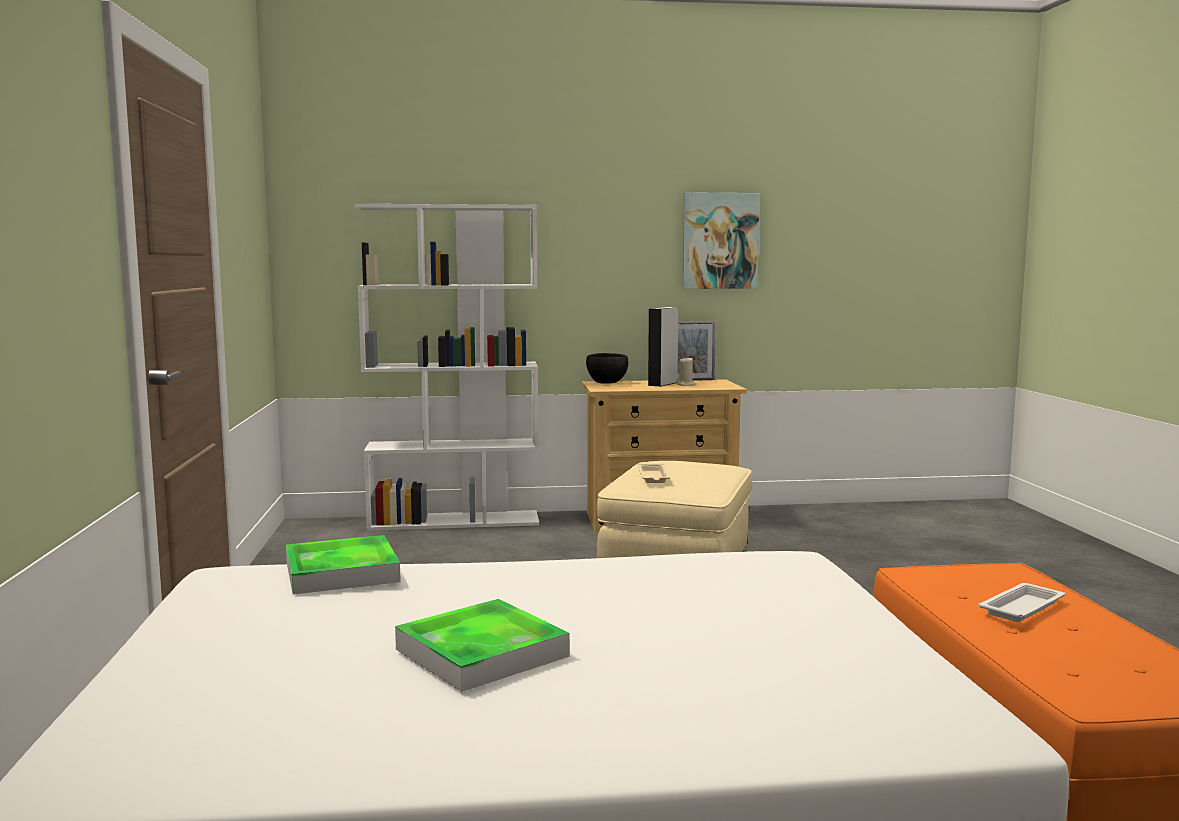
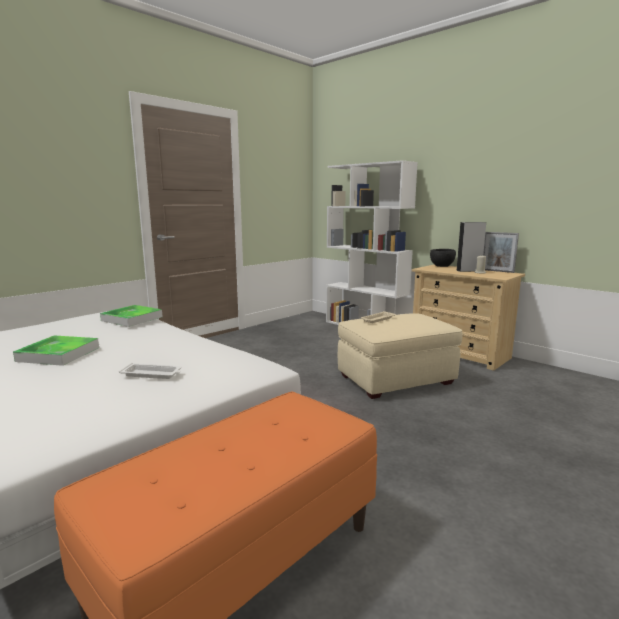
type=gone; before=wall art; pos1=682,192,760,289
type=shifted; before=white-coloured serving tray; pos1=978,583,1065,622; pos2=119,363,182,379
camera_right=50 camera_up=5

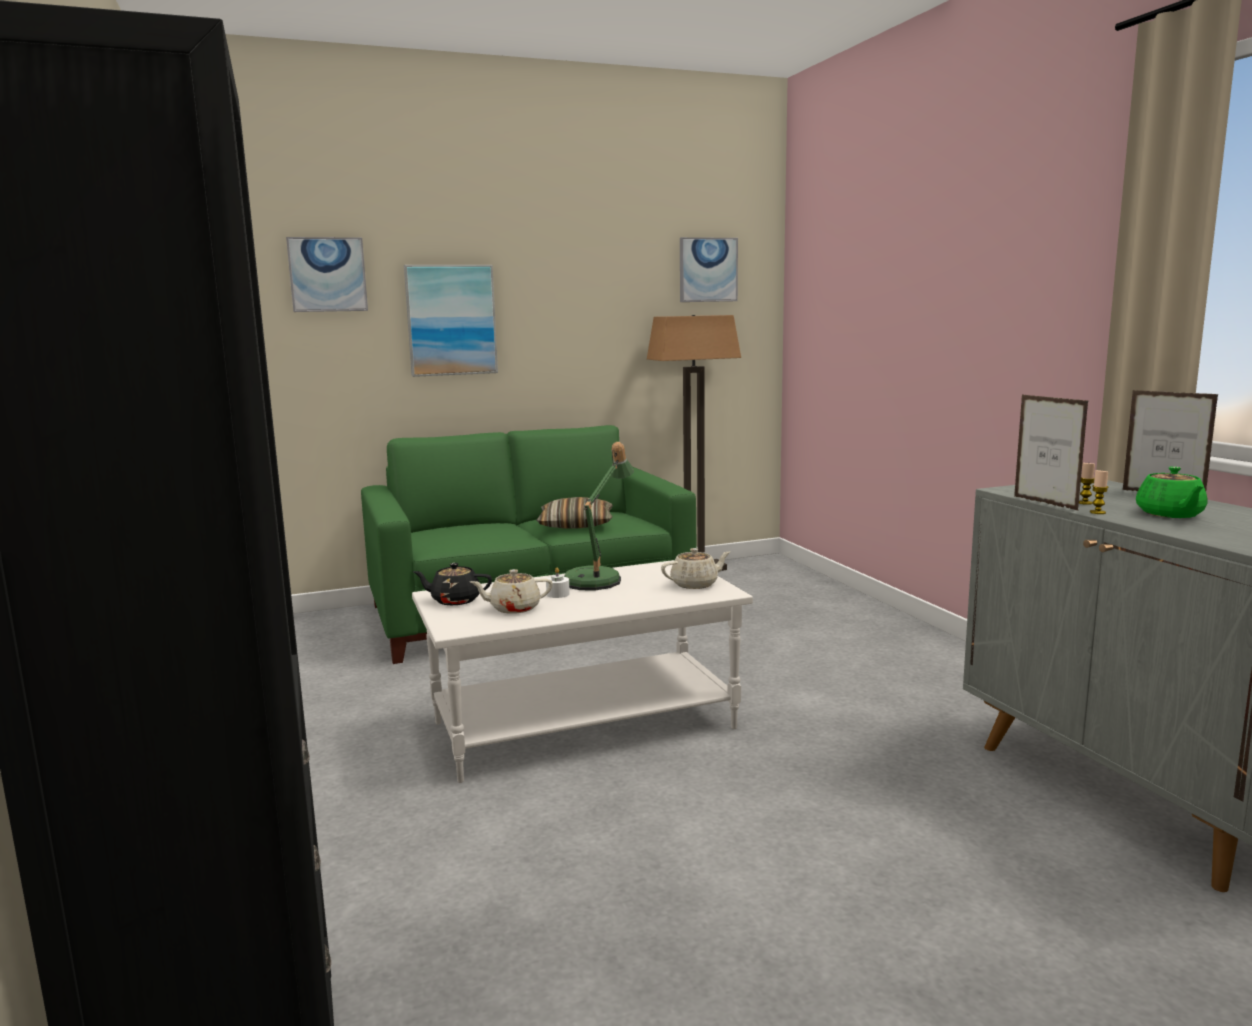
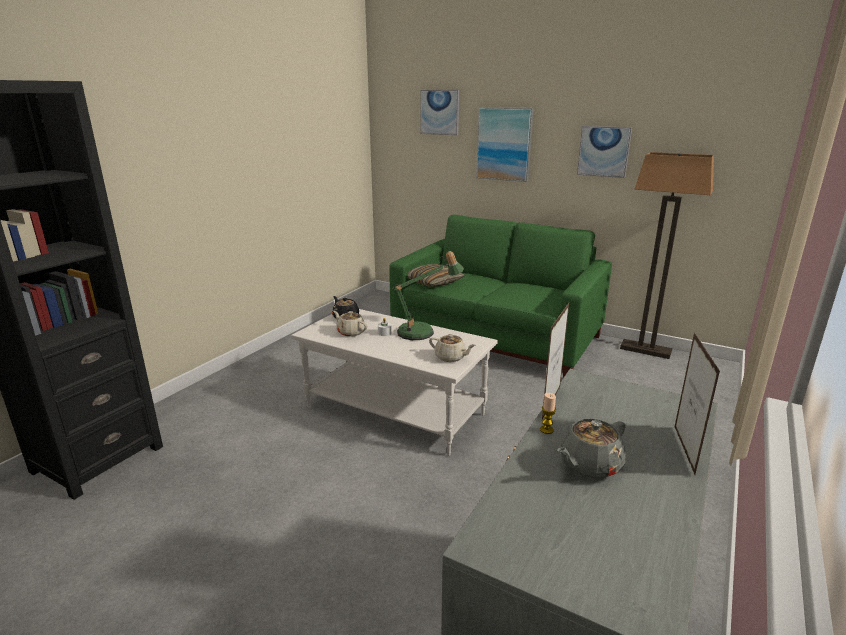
type=gone; before=wax candle; pos1=1079,463,1095,505
type=shifted; before=cushion; pos1=537,497,613,529; pos2=407,264,466,286
type=shifted; before=wall art; pos1=680,237,738,302; pos2=577,126,632,178
type=repainted; before=green-coloured tea pot; after=grey tea pot; pos1=1136,467,1208,518; pos2=557,419,626,478
camera_right=50 camera_up=10

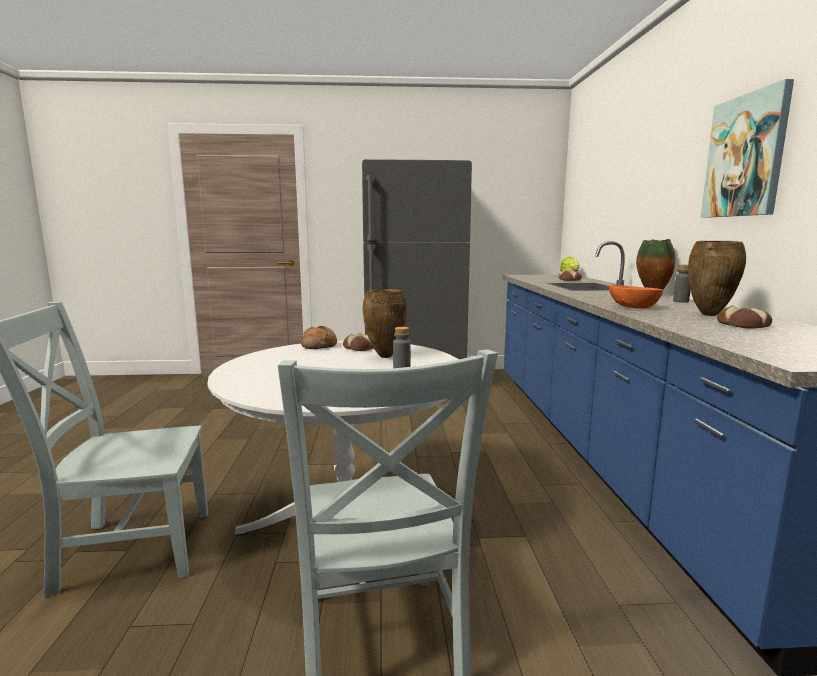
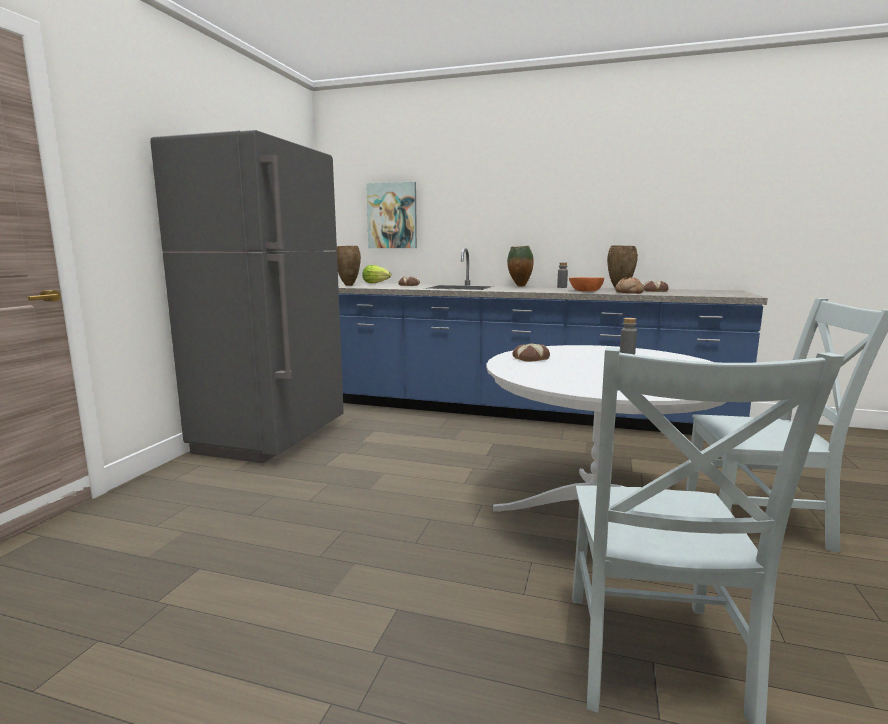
type=shifted; before=bread; pos1=301,326,337,349; pos2=615,277,644,294
type=shifted; before=brown-coloured flower vase; pos1=363,289,407,358; pos2=337,246,361,286
type=shifted; before=wall art; pos1=701,79,794,218; pos2=366,182,417,248
camera_right=-70 camera_up=0

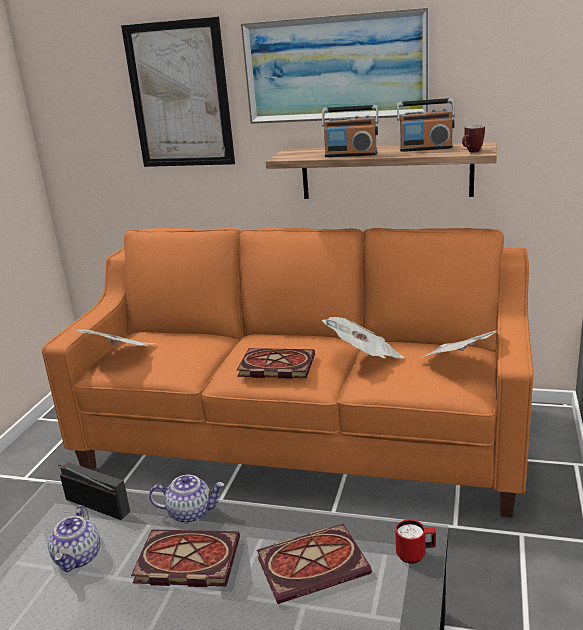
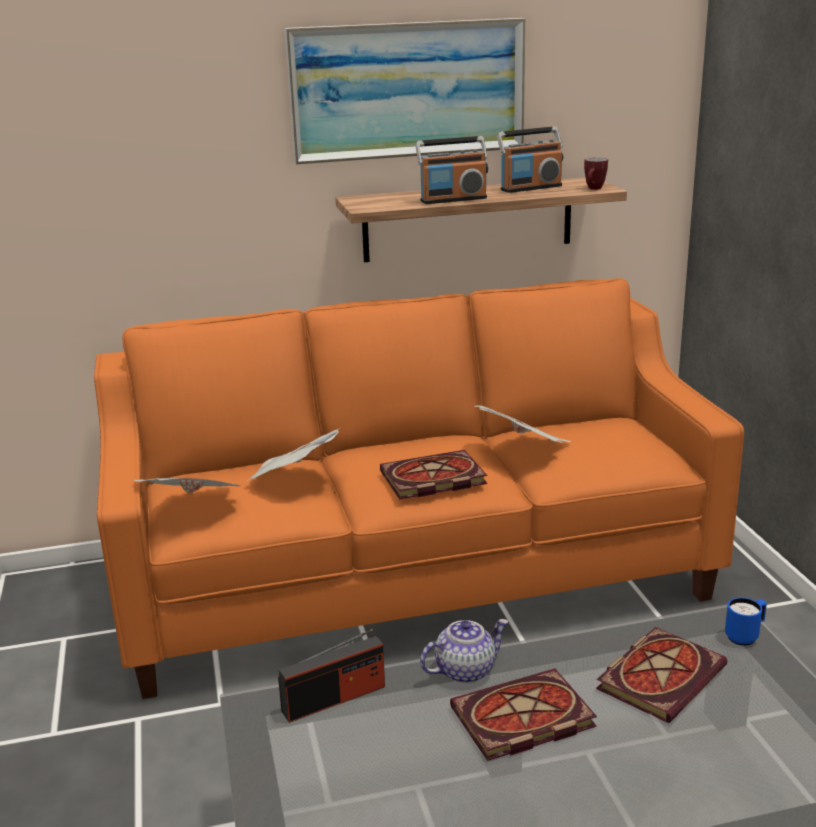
type=gone; before=tea pot; pos1=48,505,100,572
type=gone; before=wall art; pos1=121,16,235,167
type=shifted; before=newspaper; pos1=420,329,500,358; pos2=247,429,339,481
type=repainted; before=red tea mug; after=blue-coloured tea mug; pos1=395,520,436,564; pos2=725,597,767,646
type=rotated; before=radio set; pos1=58,462,130,520; pos2=278,629,385,723; turn=150
camera_right=-30 camera_up=0

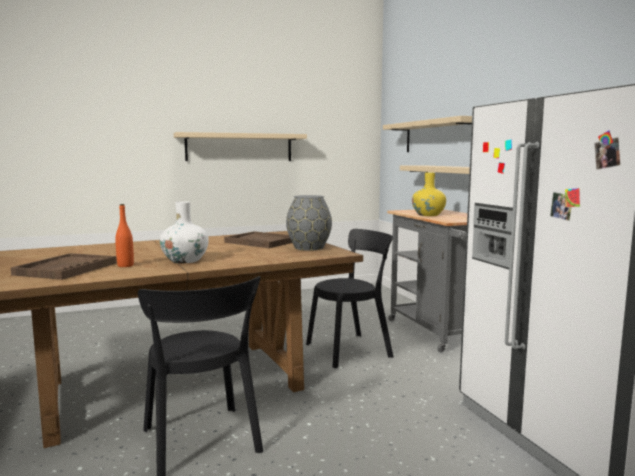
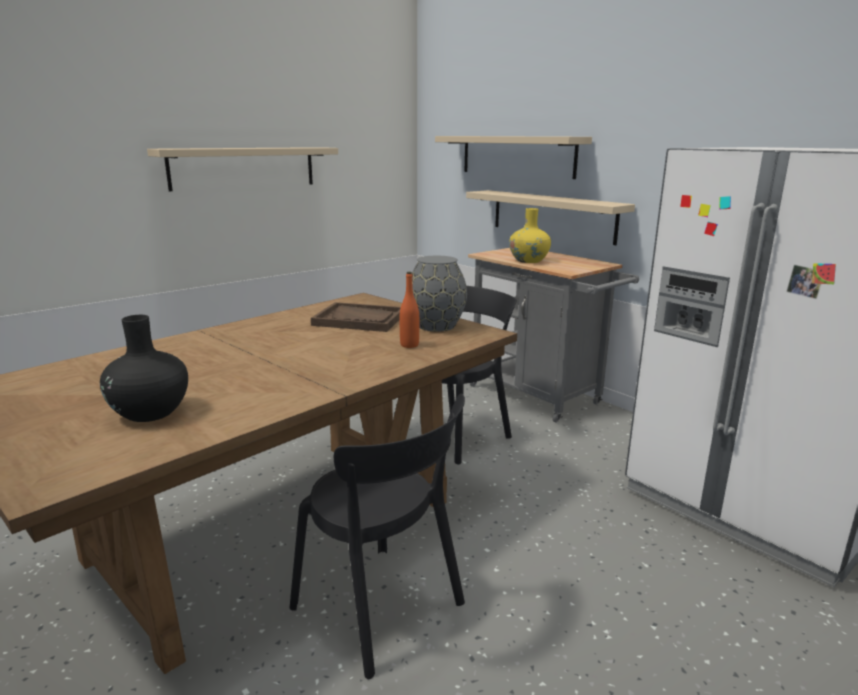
type=gone; before=white-coloured flower vase; pos1=160,201,209,263
type=shifted; before=orange-coloured drink bottle; pos1=115,204,134,267; pos2=400,272,419,348
type=swapped; before=brown-coloured serving tray; after=black-coloured flower vase; pos1=11,253,117,280; pos2=100,315,188,422
camera_right=-20 camera_up=10

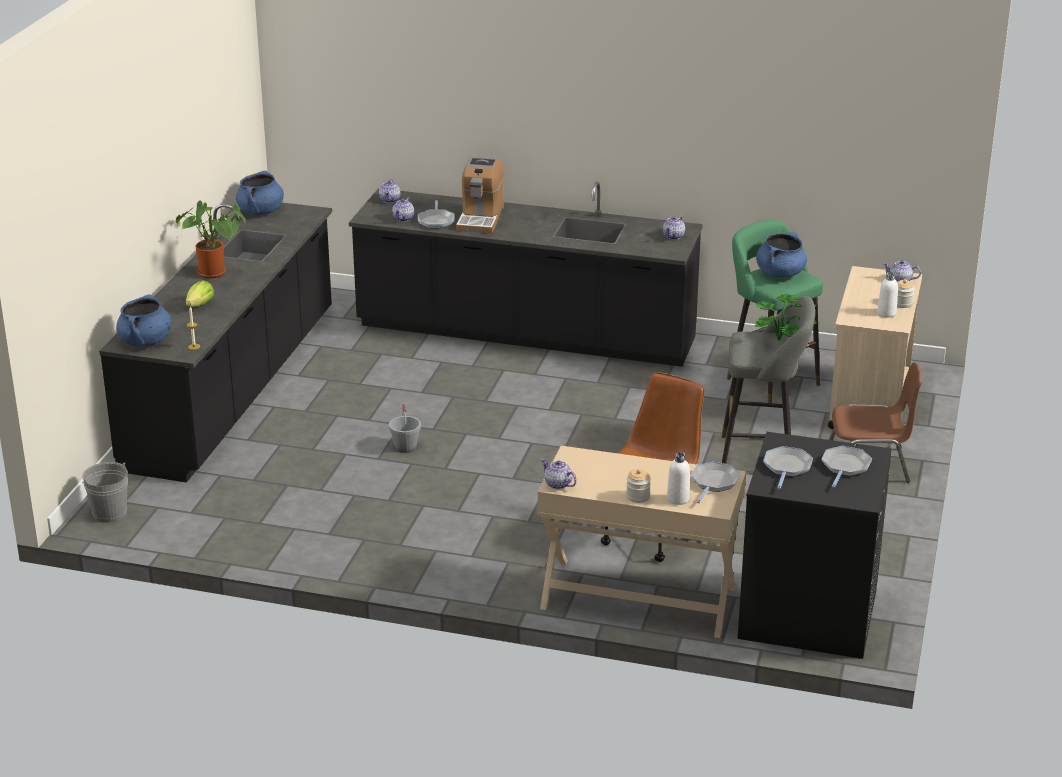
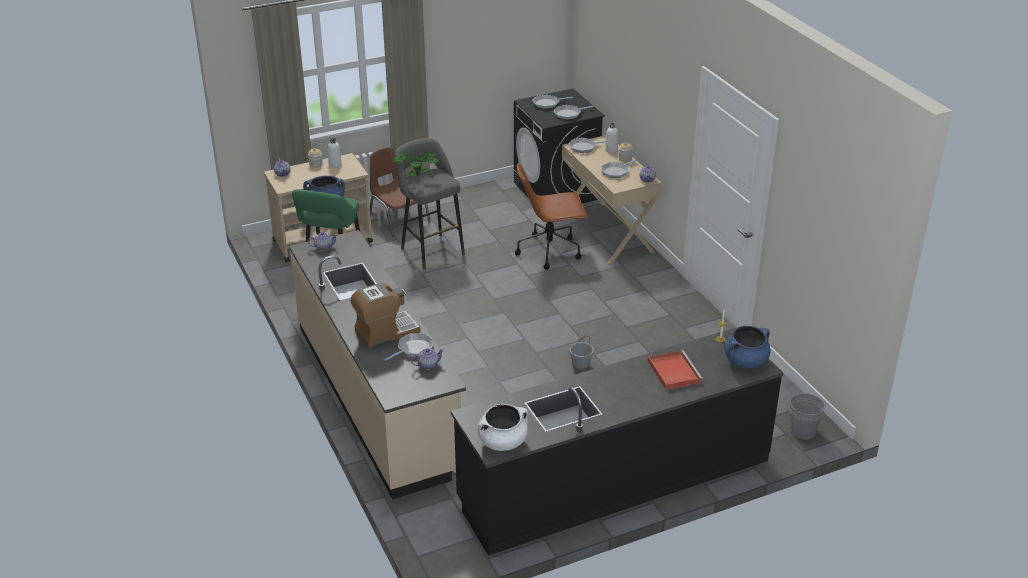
type=gone; before=houseplant; pos1=175,200,246,278
type=gone; before=tea pot; pos1=379,179,400,203
type=new; after=frying pan; pos2=601,159,637,178
type=swapped; before=lettuce head; after=red serving tray; pos1=186,280,214,307; pos2=648,350,703,390
type=repainted; before=blue-coloured cooking pot; after=white-coloured cooking pot; pos1=236,171,284,215; pos2=478,404,528,451
type=repainted; before=black-coloured kitchen counter; after=sand-coloured kitchen counter; pos1=349,182,703,367; pos2=289,230,466,499
camera_right=-130 camera_up=5

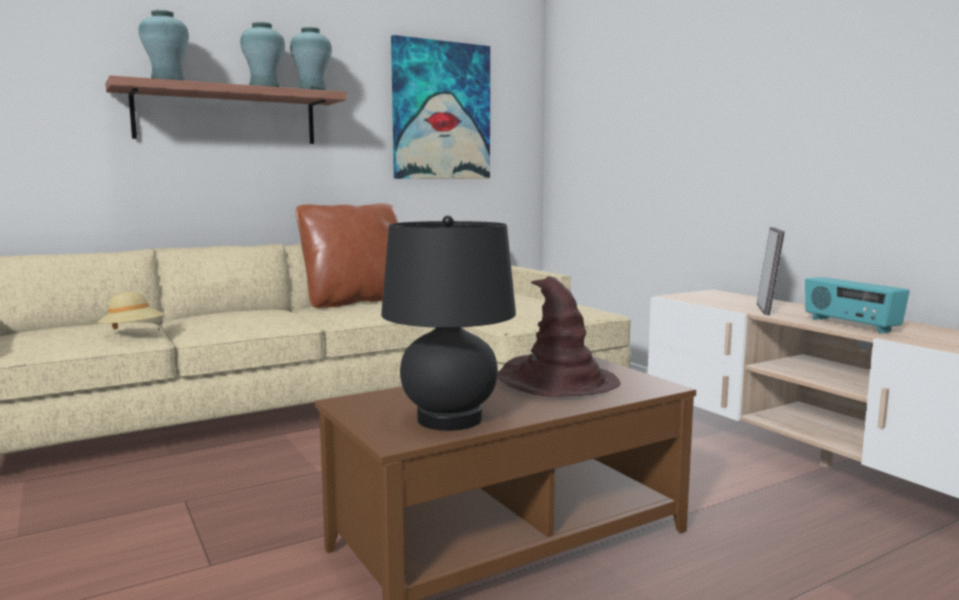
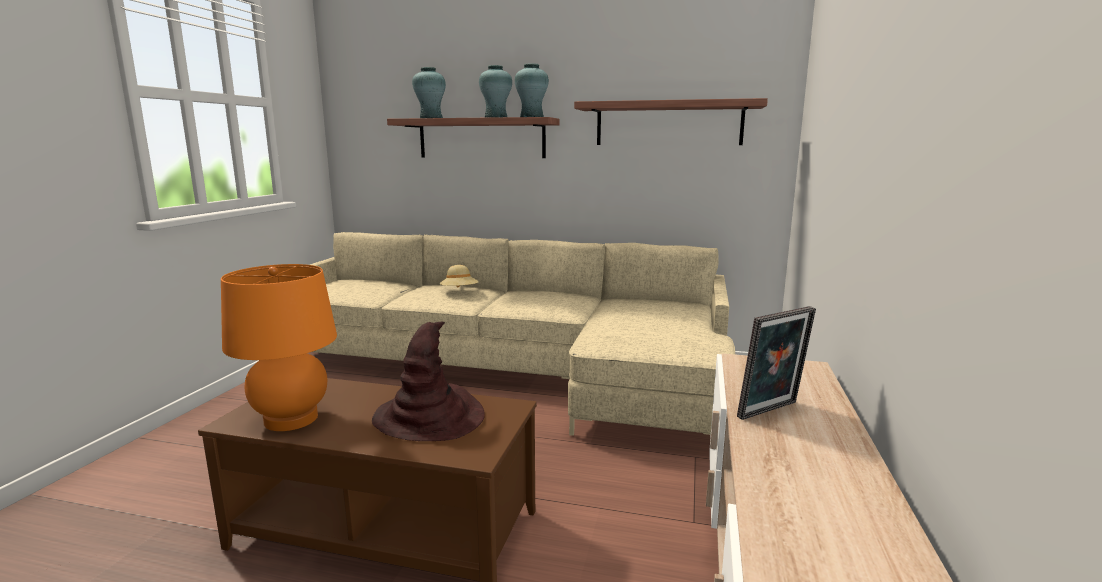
type=gone; before=brown-coloured cushion; pos1=296,203,398,308
type=gone; before=radio set; pos1=805,277,910,334
type=shifted; before=sand-coloured wearable hat; pos1=97,291,165,330; pos2=439,265,479,288
type=swapped; before=wall art; after=shelf; pos1=391,35,490,179; pos2=574,98,768,145
type=repainted; before=black-coloured lamp for a table; after=orange-coloured lamp for a table; pos1=381,216,516,431; pos2=221,264,337,431
camera_right=45 camera_up=5

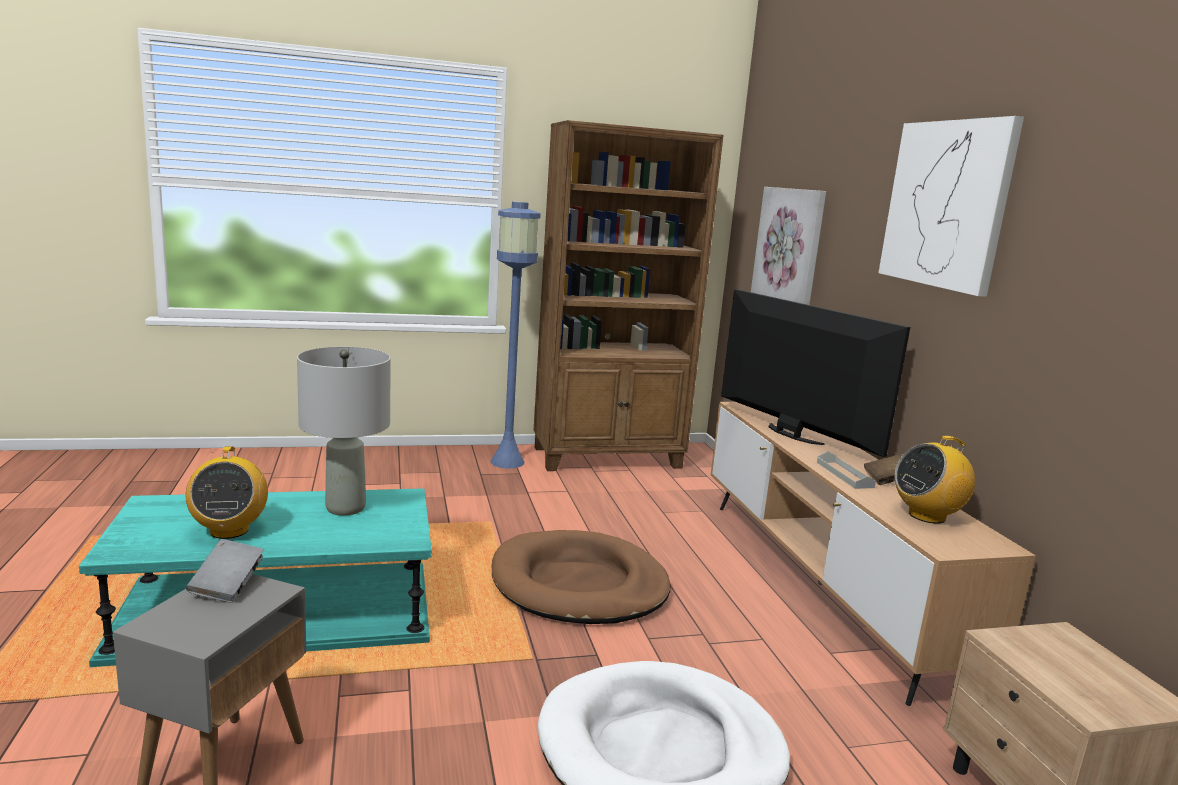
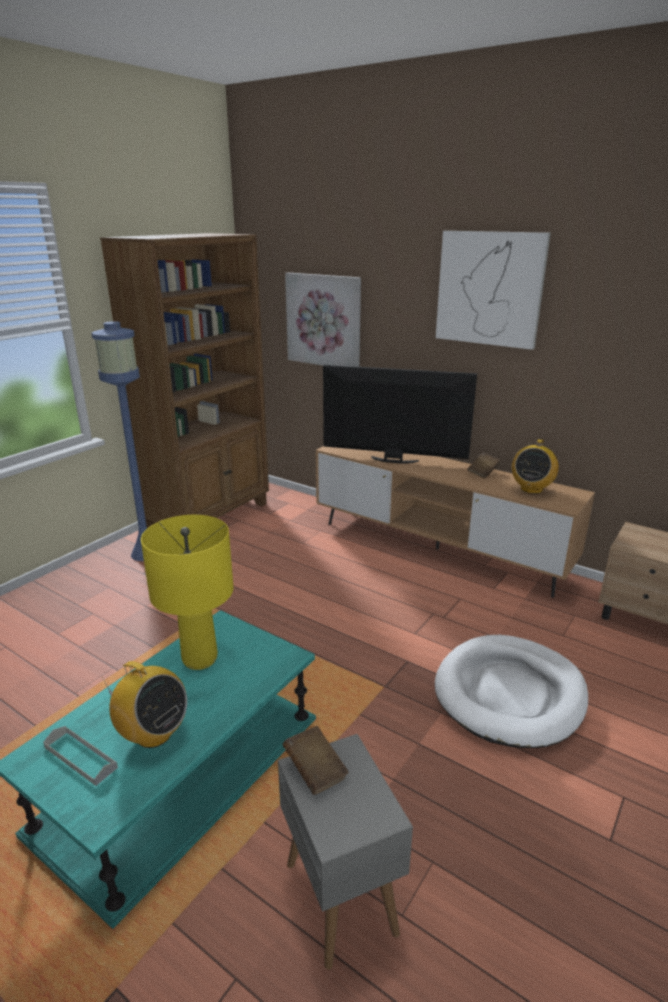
type=gone; before=brown-coloured pet bed; pos1=492,530,671,624
type=shifted; before=grey serving tray; pos1=817,451,876,489; pos2=43,726,118,786
type=repainted; before=grey bound book; after=brown-coloured bound book; pos1=186,539,264,603; pos2=282,726,349,795
type=repainted; before=grey lamp for a table; after=yellow lamp for a table; pos1=297,347,391,516; pos2=141,515,234,670
camera_right=-40 camera_up=10

